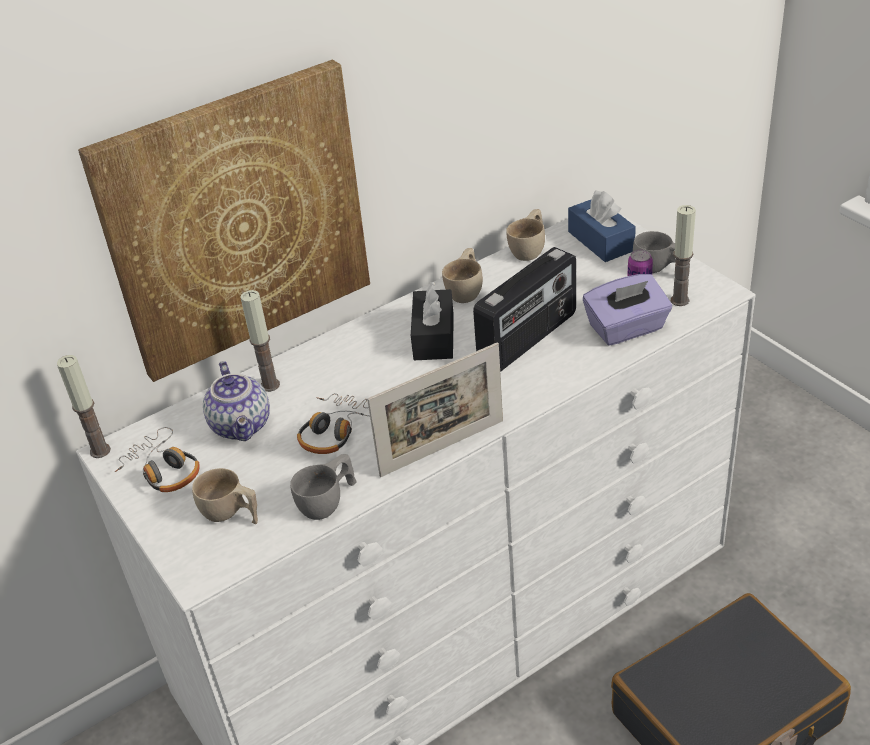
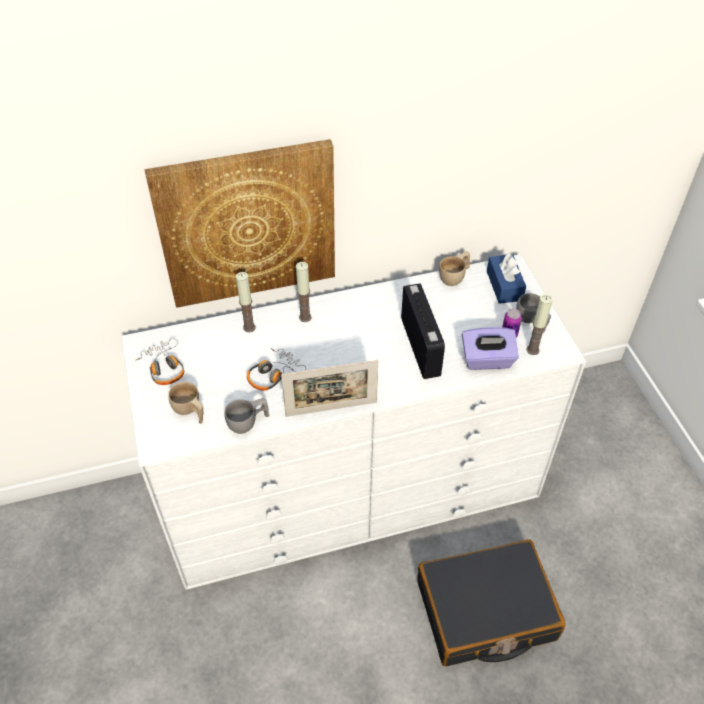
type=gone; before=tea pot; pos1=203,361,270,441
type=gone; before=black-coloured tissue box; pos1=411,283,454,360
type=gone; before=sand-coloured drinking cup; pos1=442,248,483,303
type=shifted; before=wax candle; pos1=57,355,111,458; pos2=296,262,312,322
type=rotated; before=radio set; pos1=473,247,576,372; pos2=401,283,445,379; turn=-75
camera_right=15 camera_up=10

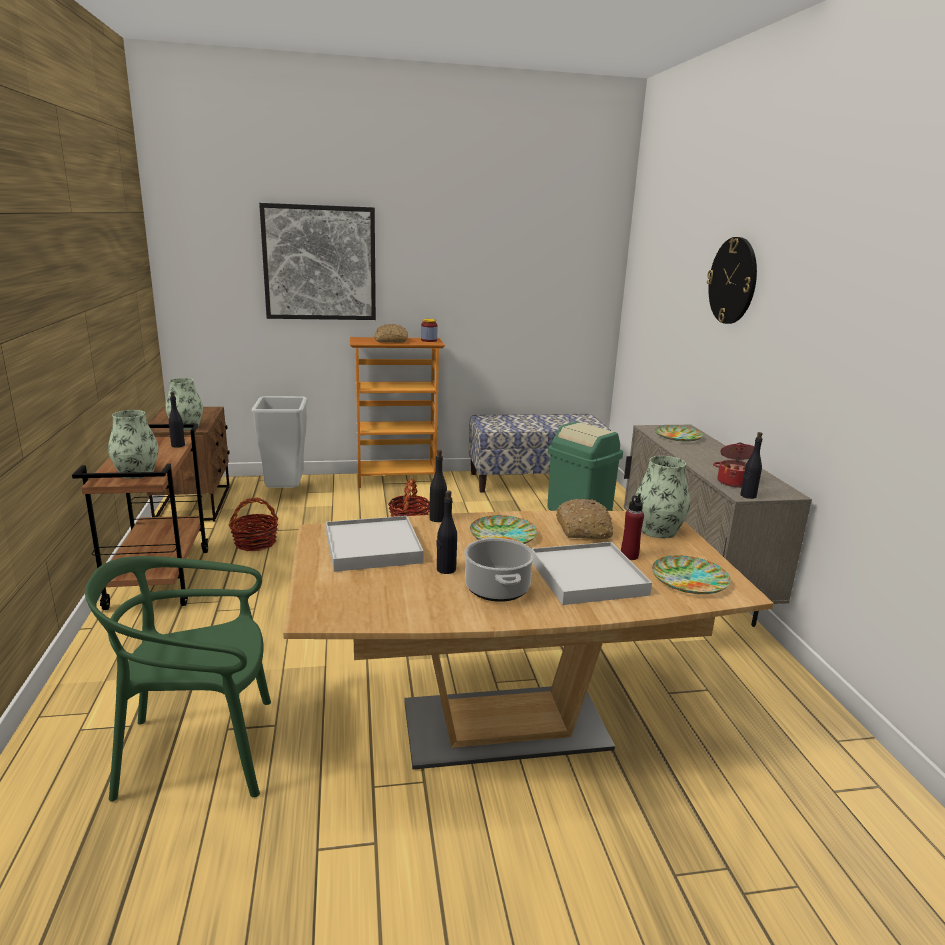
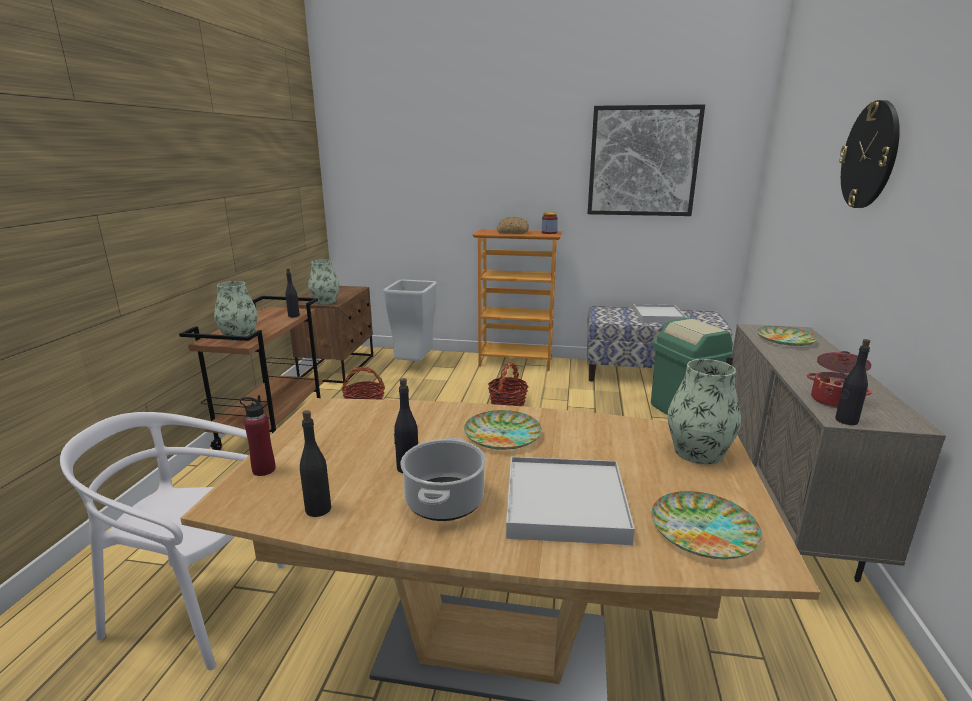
type=gone; before=bread; pos1=556,498,613,539
type=shifted; before=wall art; pos1=259,203,376,320; pos2=588,104,705,216
type=shifted; before=white-coloured serving tray; pos1=326,516,424,572; pos2=633,304,686,323
type=shifted; before=black-coloured drink bottle; pos1=429,450,447,522; pos2=300,410,331,517
type=shifted; before=red drink bottle; pos1=621,493,644,560; pos2=240,395,275,476
type=repainted; before=green-coloured plain chair; after=white-coloured plain chair; pos1=85,556,271,801; pos2=60,412,286,670
camera_right=20 camera_up=0

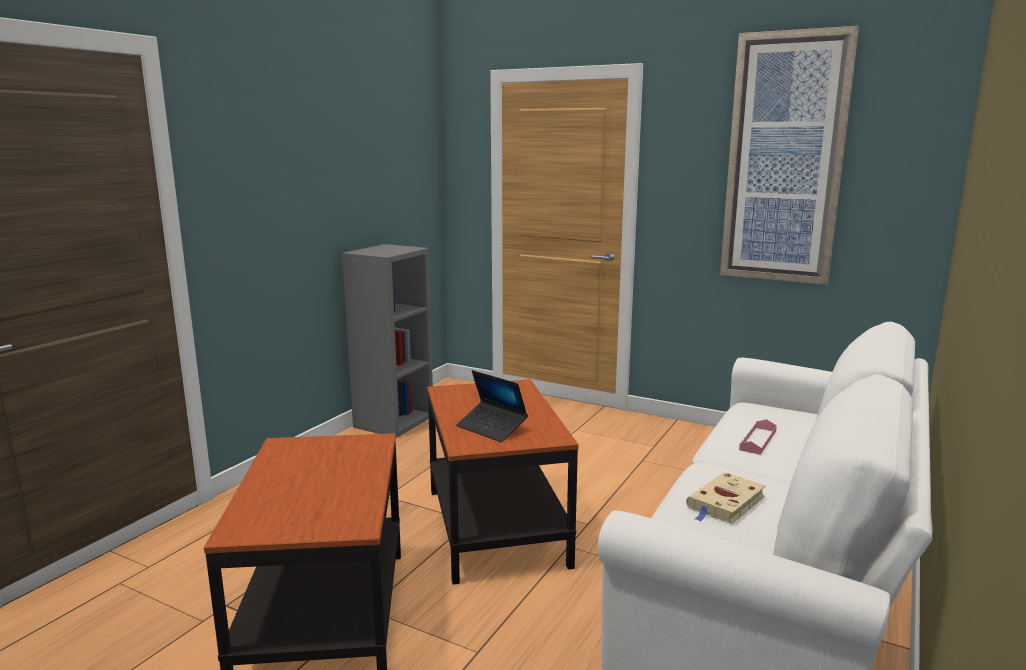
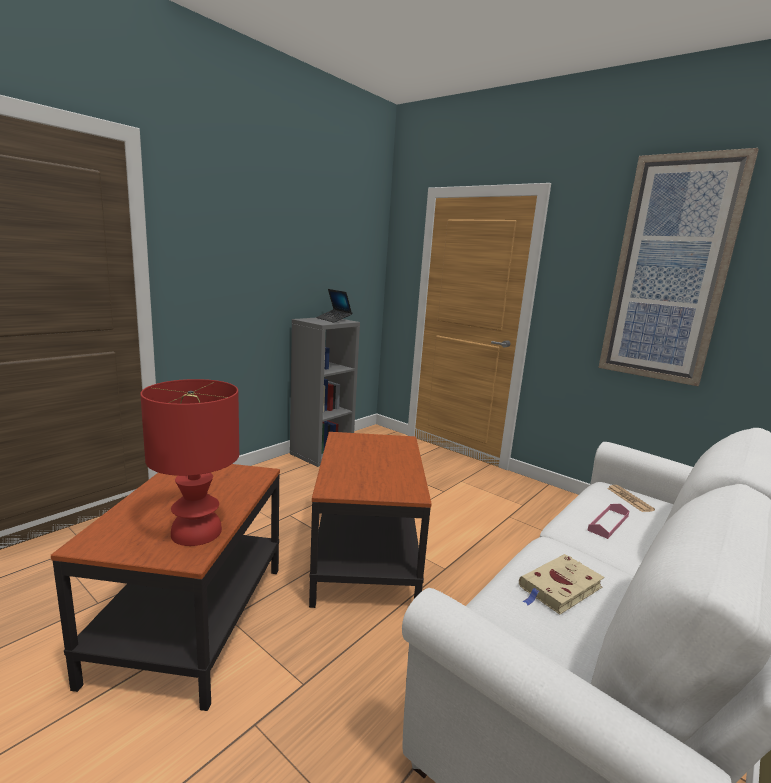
type=new; after=red lamp for a table; pos2=140,379,239,546
type=new; after=newspaper; pos2=607,485,655,512
type=shifted; before=laptop; pos1=456,370,528,442; pos2=316,289,352,323
camera_right=10 camera_up=0

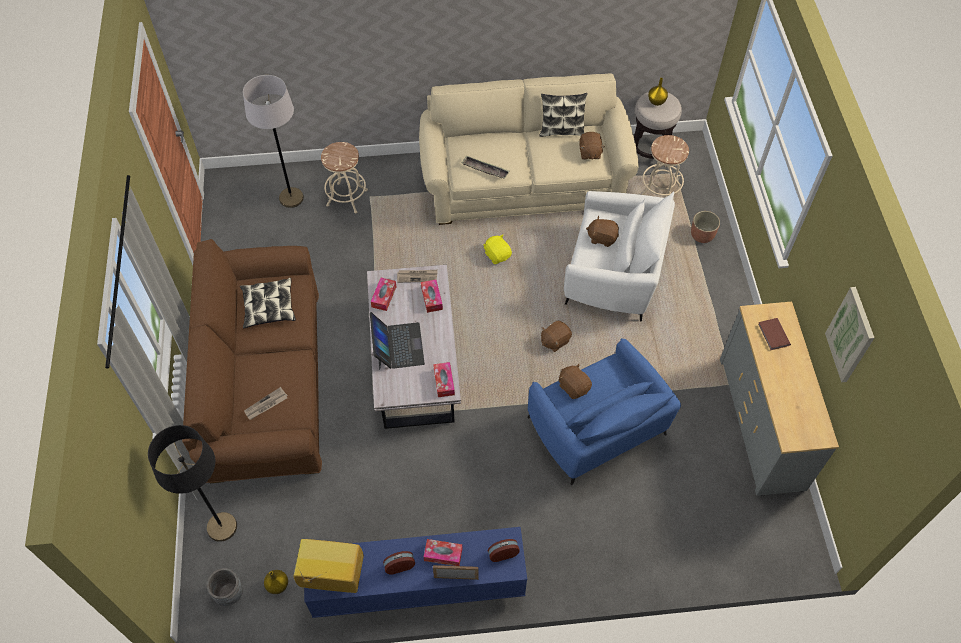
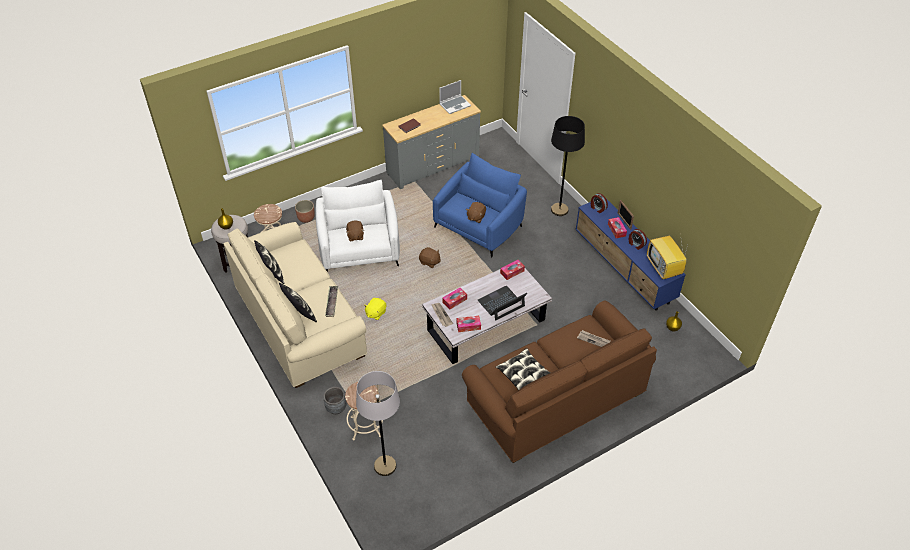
type=gone; before=brown-coloured plush toy; pos1=579,132,605,160
type=gone; before=wall art; pos1=825,287,874,382
type=new; after=cushion; pos2=279,283,317,322
type=new; after=laptop; pos2=439,80,471,114
type=shifted; before=black-coloured floor lamp; pos1=148,425,237,542; pos2=551,116,585,216
type=shifted; before=grey flower pot; pos1=207,568,243,606; pos2=323,387,346,414
camera_right=-115 camera_up=-10

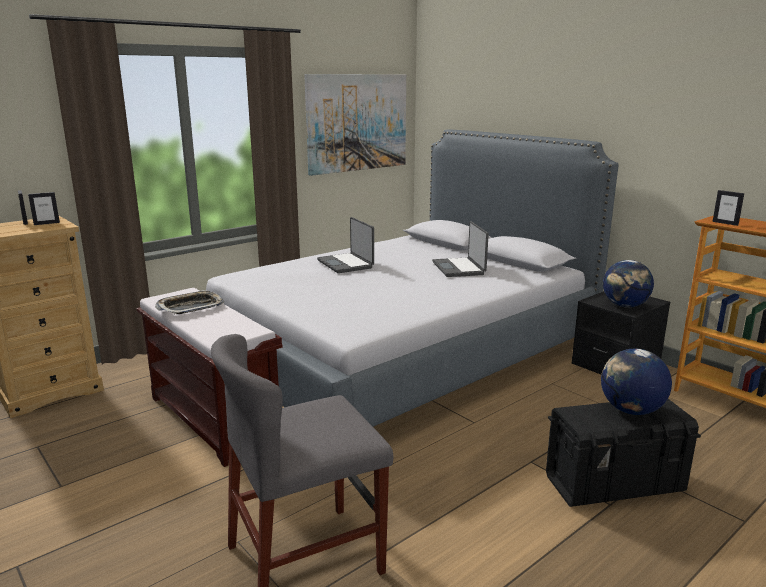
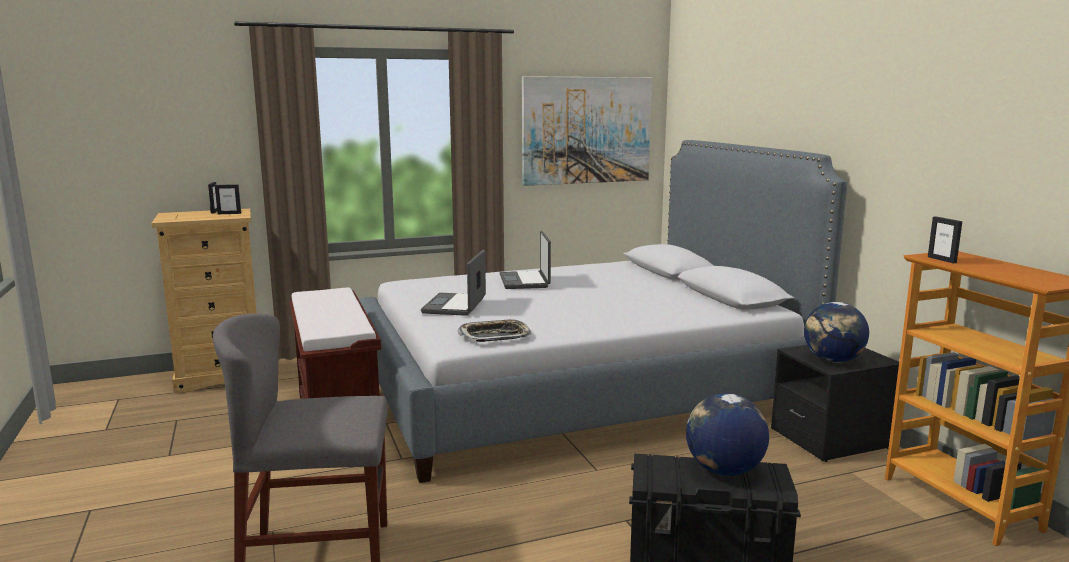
type=shifted; before=serving tray; pos1=155,290,224,314; pos2=457,319,531,342
type=shifted; before=laptop; pos1=432,221,489,277; pos2=421,250,486,316
camera_right=20 camera_up=-5

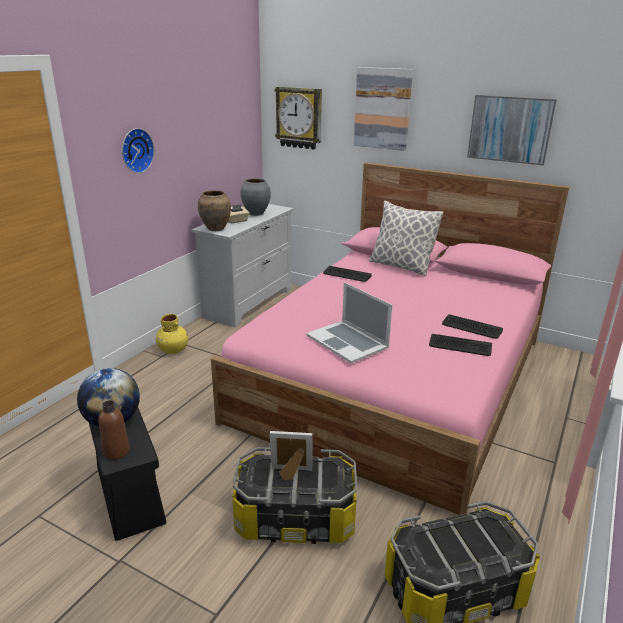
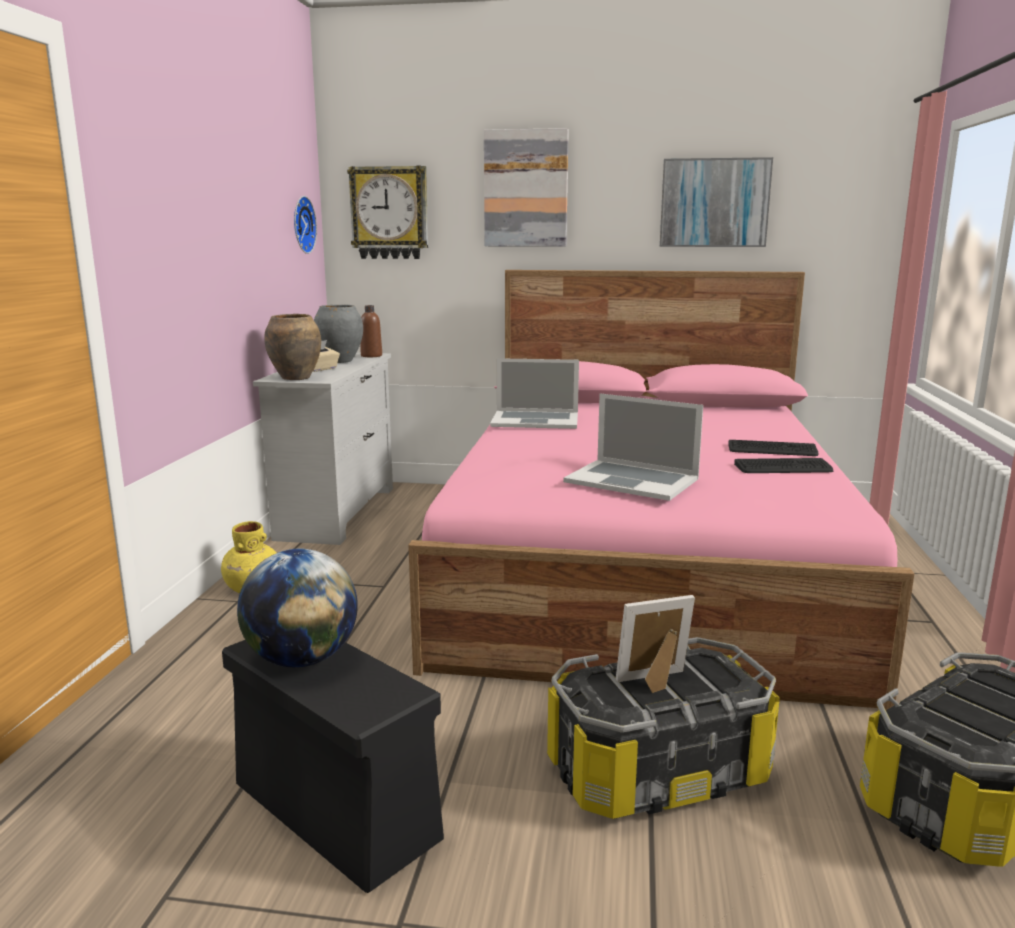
type=gone; before=cushion; pos1=369,201,444,276
type=shifted; before=brown-coloured drink bottle; pos1=99,400,130,460; pos2=360,305,382,357
type=shifted; before=hanging clock; pos1=122,128,154,173; pos2=294,196,317,254
type=swapped; before=computer keyboard; after=laptop; pos1=323,266,372,282; pos2=490,358,579,429
camera_right=-20 camera_up=-10

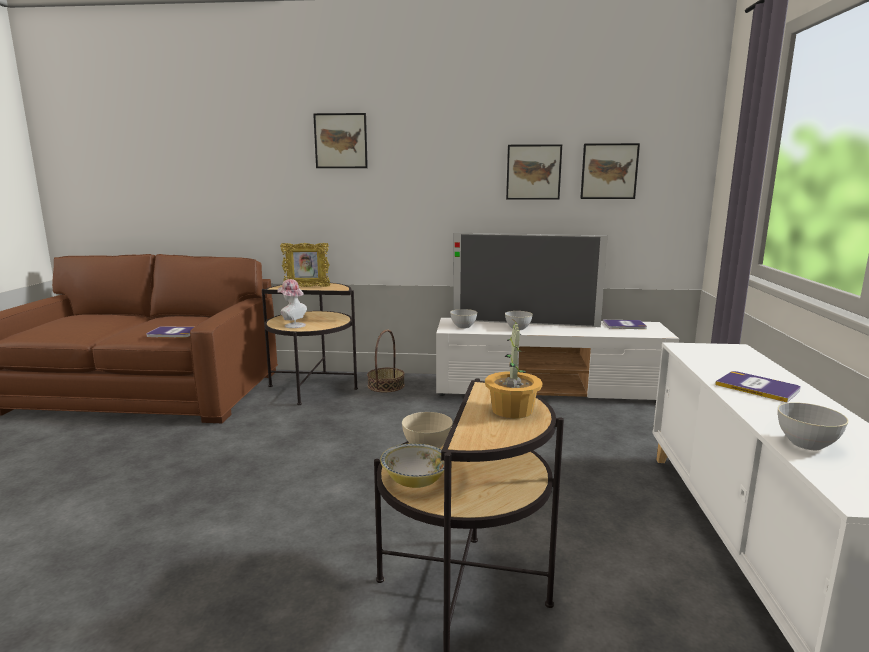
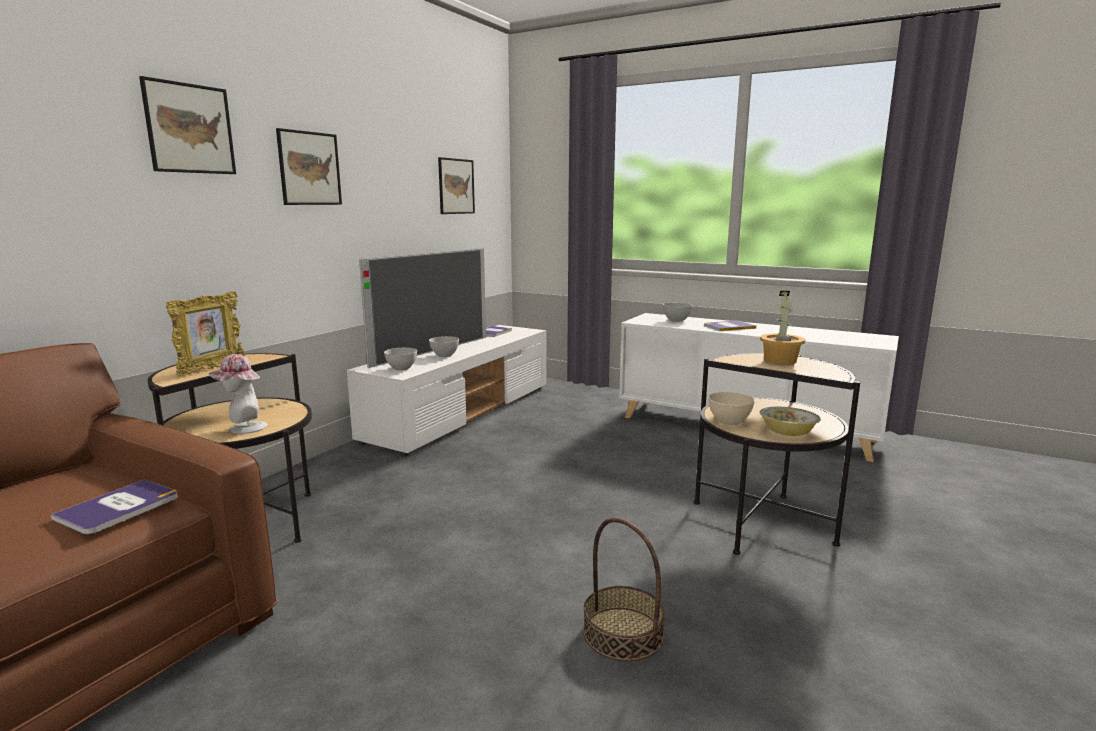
type=shifted; before=basket; pos1=367,329,405,392; pos2=583,518,665,662
type=shifted; before=wall art; pos1=506,144,562,200; pos2=276,128,342,205
type=shifted; before=grey deep dish; pos1=778,402,849,450; pos2=663,303,692,322
camera_right=-65 camera_up=0

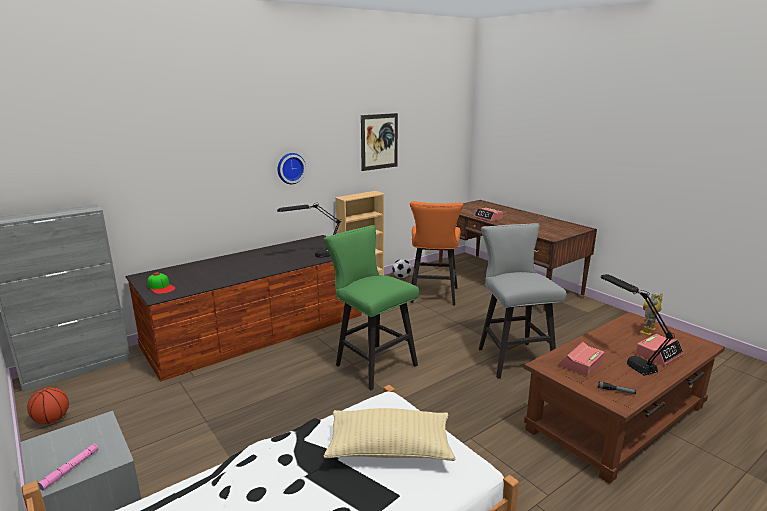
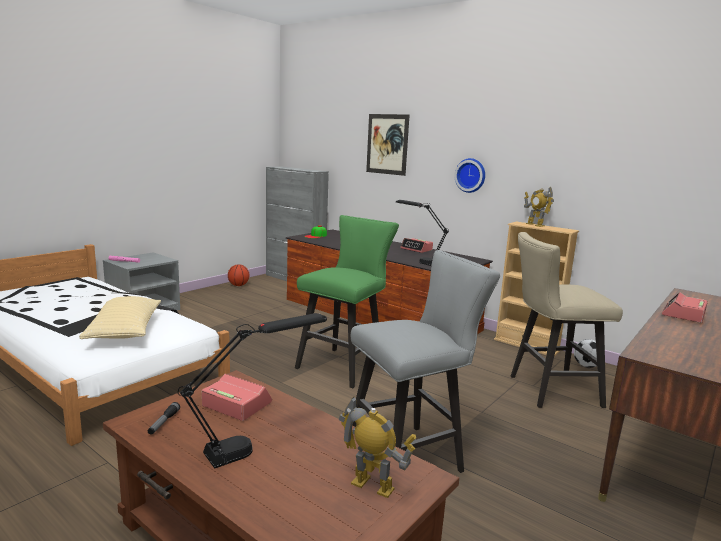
type=new; after=model robot; pos2=524,187,554,227
type=shifted; before=wall art; pos1=361,113,398,171; pos2=366,114,410,176
type=shifted; before=alarm clock; pos1=636,334,684,366; pos2=400,238,433,253
type=repainted; before=orange-coloured stool seat; after=sand-coloured stool seat; pos1=410,201,463,305; pos2=511,232,623,408
camera_right=75 camera_up=-5

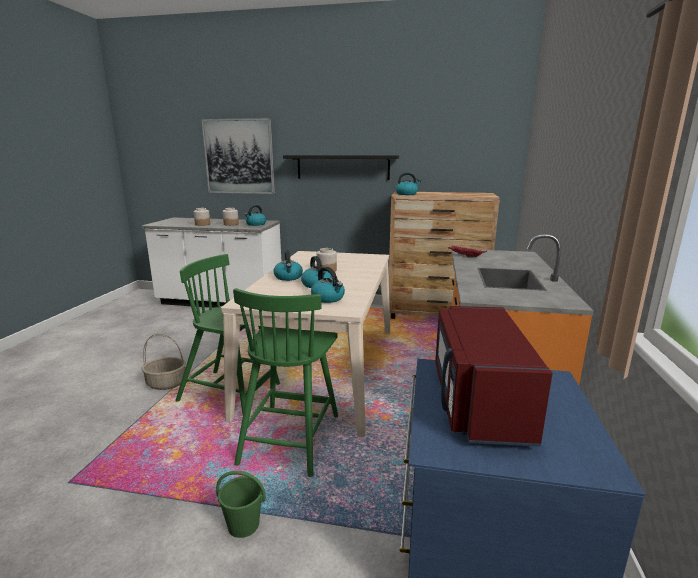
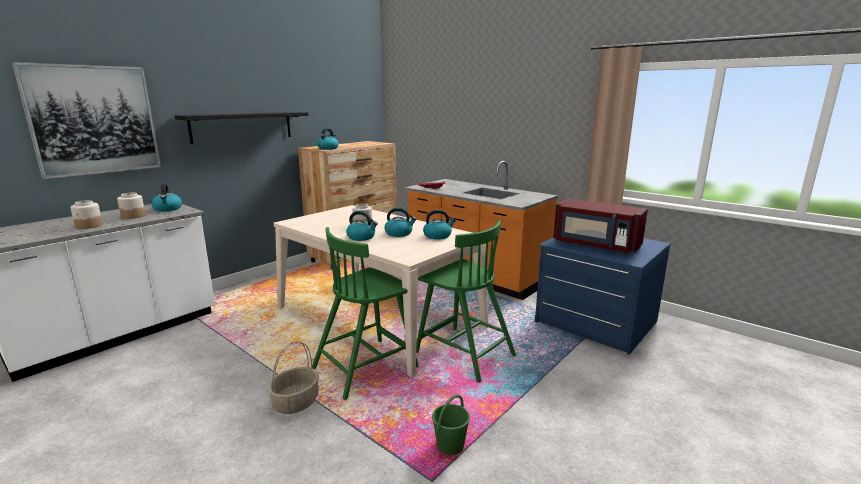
type=shifted; before=green-coloured water bucket; pos1=216,471,266,538; pos2=432,394,470,455
camera_right=-60 camera_up=0

